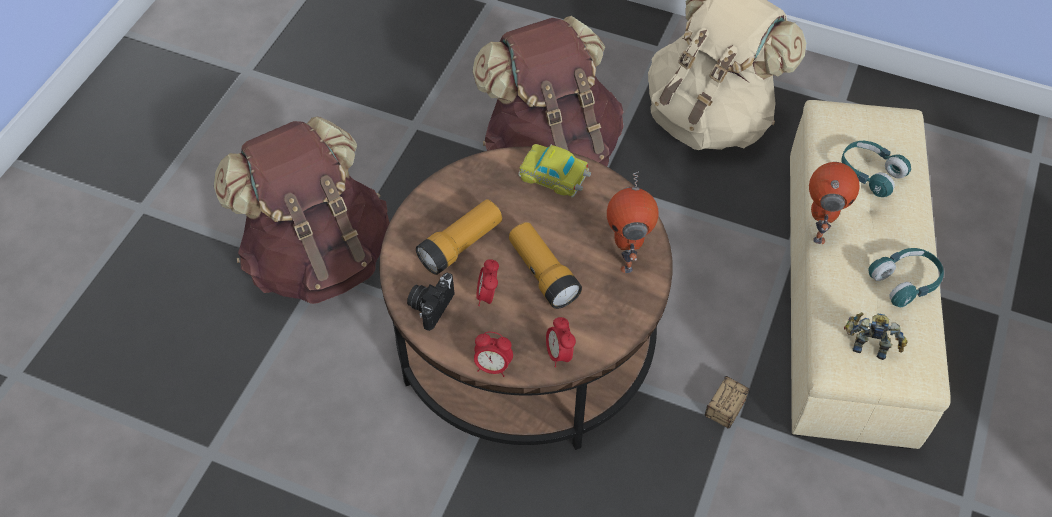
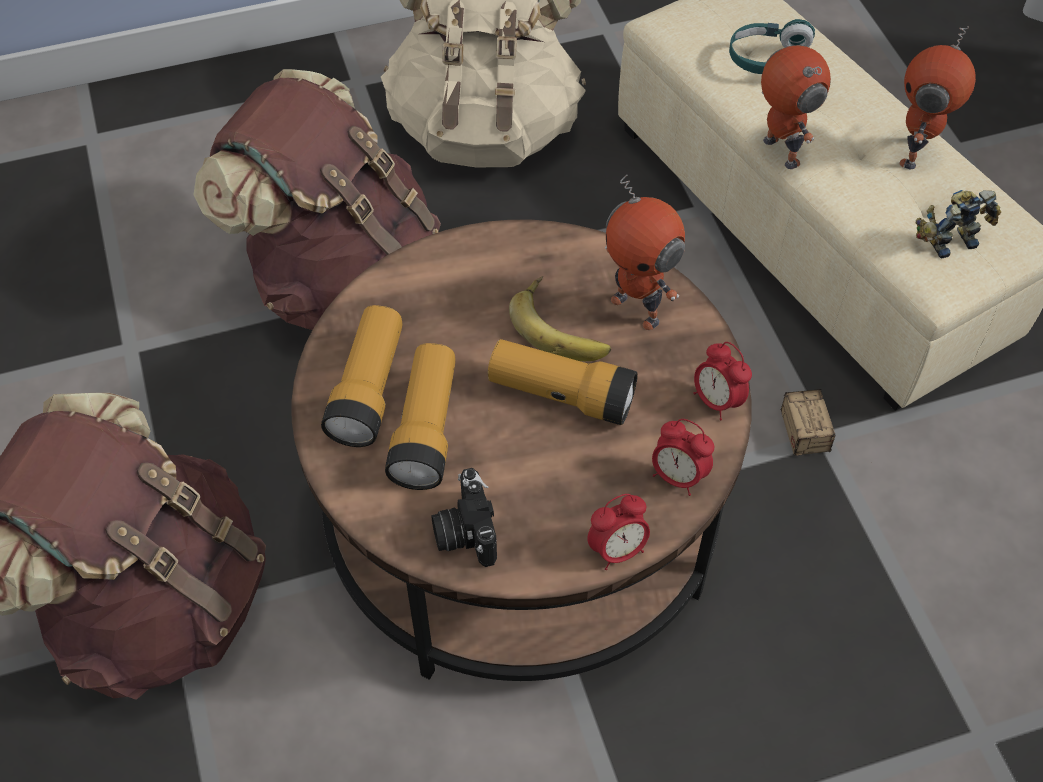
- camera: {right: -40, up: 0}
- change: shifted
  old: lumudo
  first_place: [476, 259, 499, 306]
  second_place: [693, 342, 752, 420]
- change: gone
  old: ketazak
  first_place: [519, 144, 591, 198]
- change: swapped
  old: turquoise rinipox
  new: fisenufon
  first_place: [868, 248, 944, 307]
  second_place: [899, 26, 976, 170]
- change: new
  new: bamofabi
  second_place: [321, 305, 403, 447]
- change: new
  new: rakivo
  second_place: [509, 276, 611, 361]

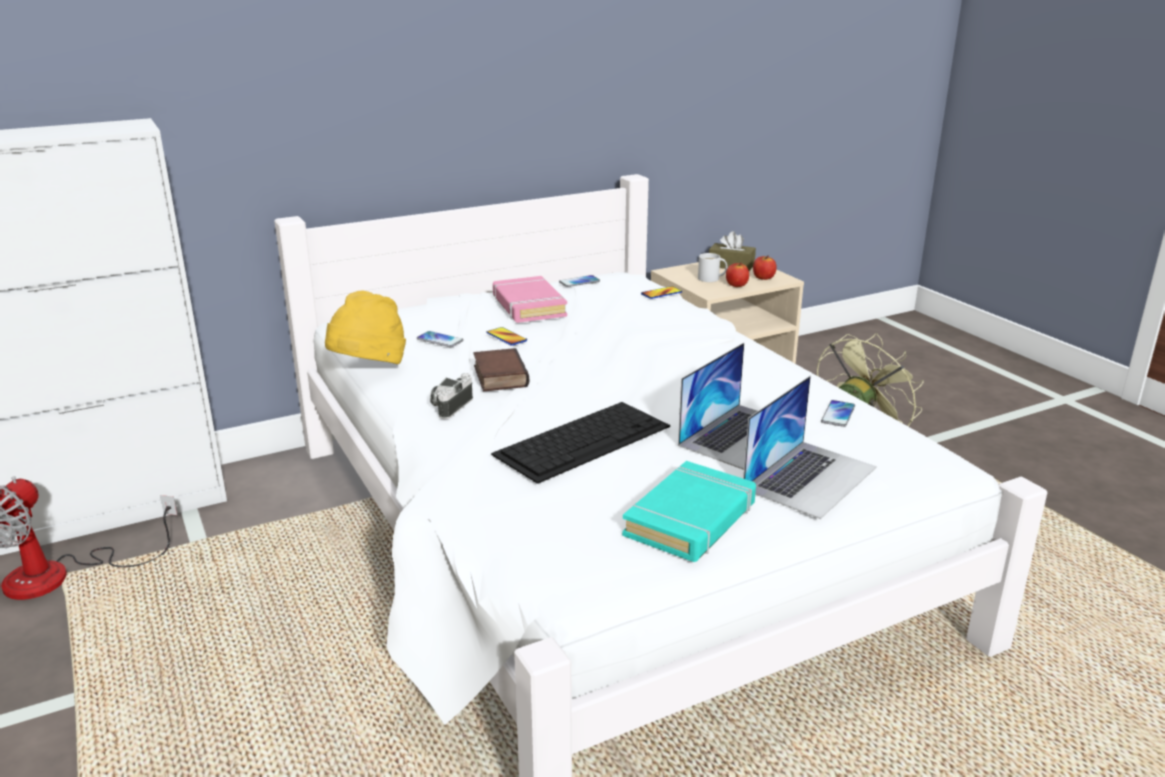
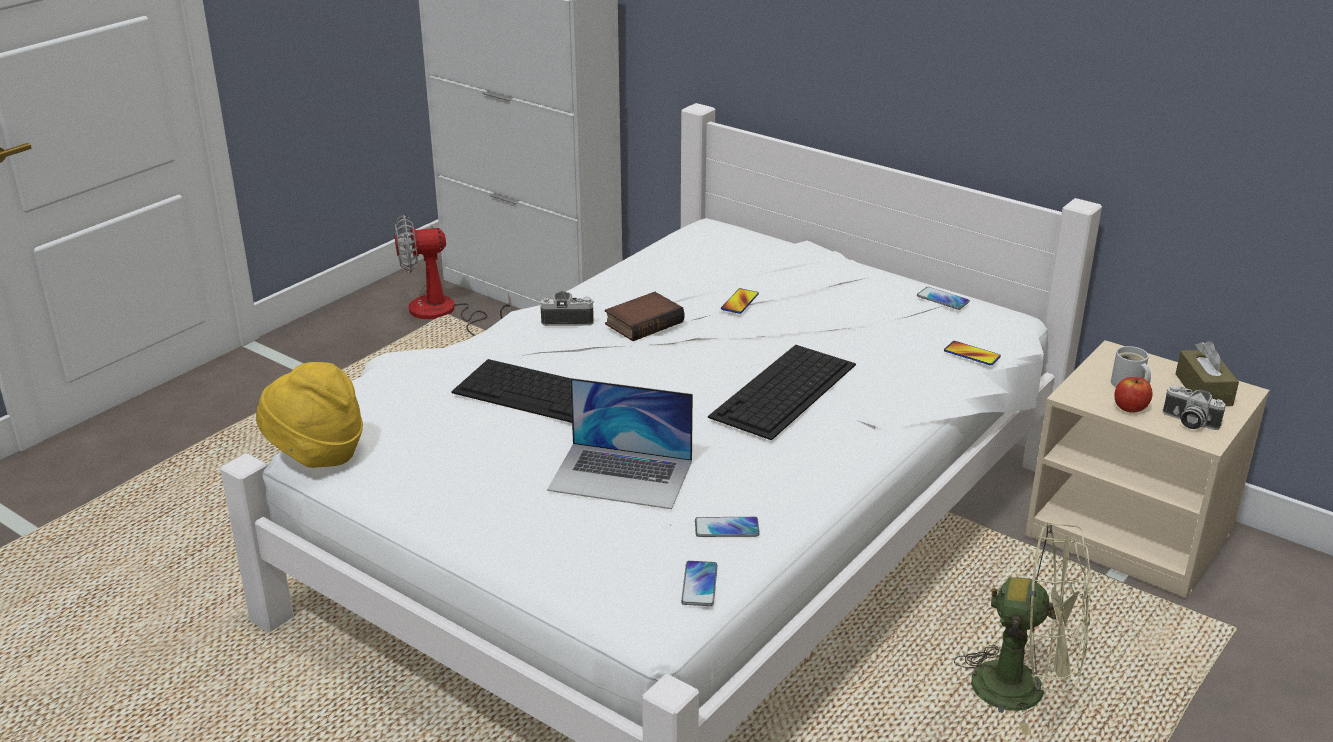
- camera: {right: 65, up: 5}
- change: shifted
  old: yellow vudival
  first_place: [325, 290, 406, 364]
  second_place: [256, 362, 363, 468]
- change: shifted
  old: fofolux
  first_place: [417, 331, 463, 347]
  second_place: [681, 561, 717, 606]
- change: gone
  old: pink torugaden
  first_place: [493, 276, 567, 323]
- change: gone
  old: turquoise torugaden
  first_place: [622, 461, 756, 562]
- change: gone
  old: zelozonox
  first_place: [743, 376, 877, 519]
- change: swapped
  old: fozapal
  new: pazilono
  first_place: [753, 255, 777, 280]
  second_place: [1163, 385, 1226, 430]
- change: new
  new: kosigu
  second_place: [708, 345, 856, 440]

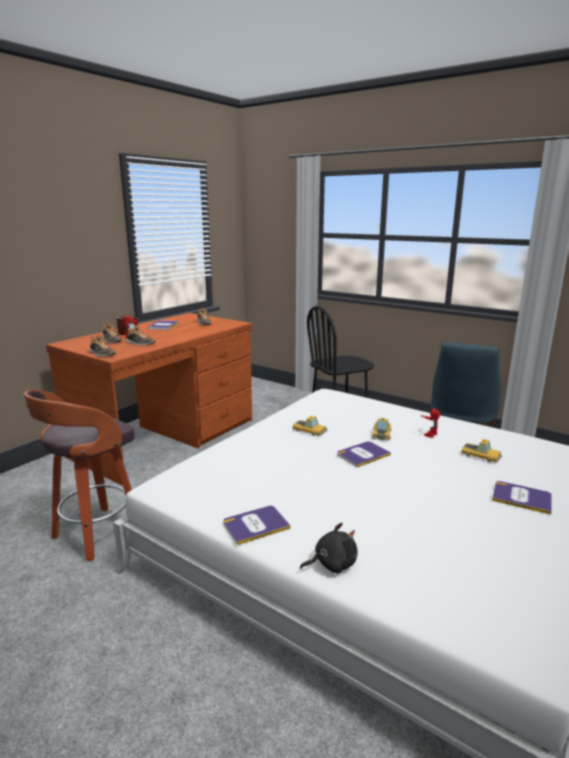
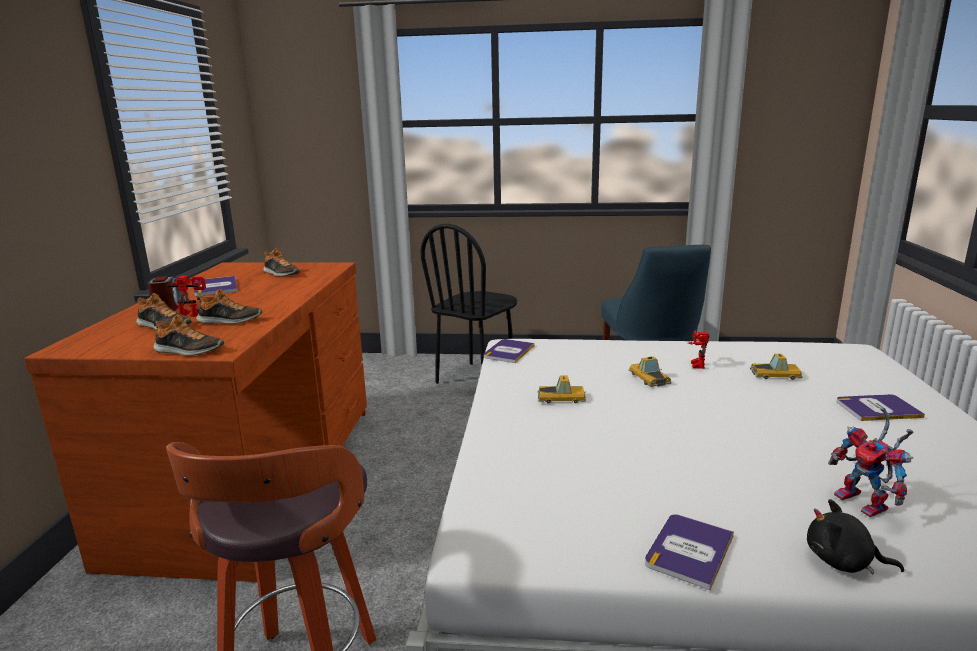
- camera: {right: -30, up: 0}
- change: rotated
  old: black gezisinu
  first_place: [300, 523, 358, 573]
  second_place: [807, 499, 904, 574]
  degrees: -105
- change: shifted
  old: torugaden
  first_place: [337, 441, 391, 467]
  second_place: [484, 339, 535, 363]
- change: new
  new: fisenufon
  second_place: [828, 407, 914, 517]

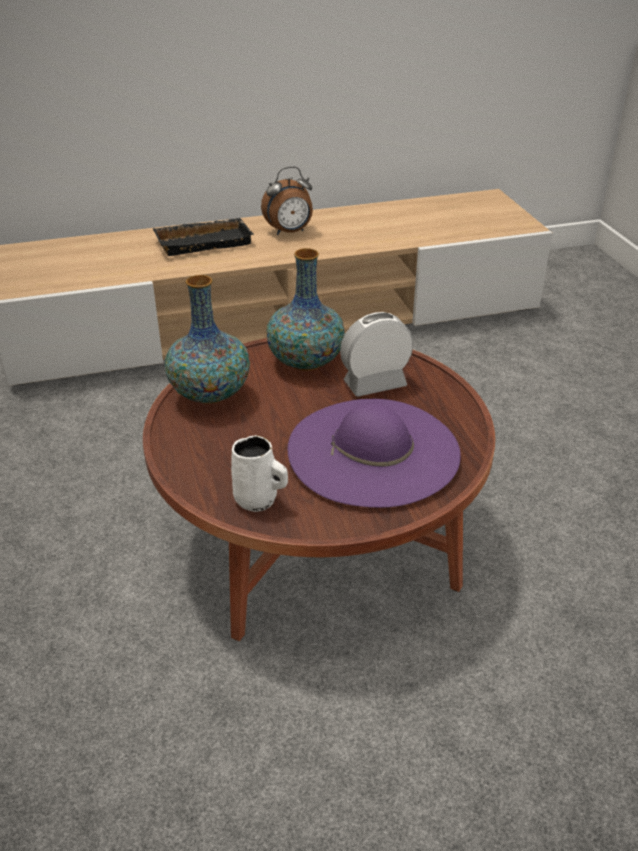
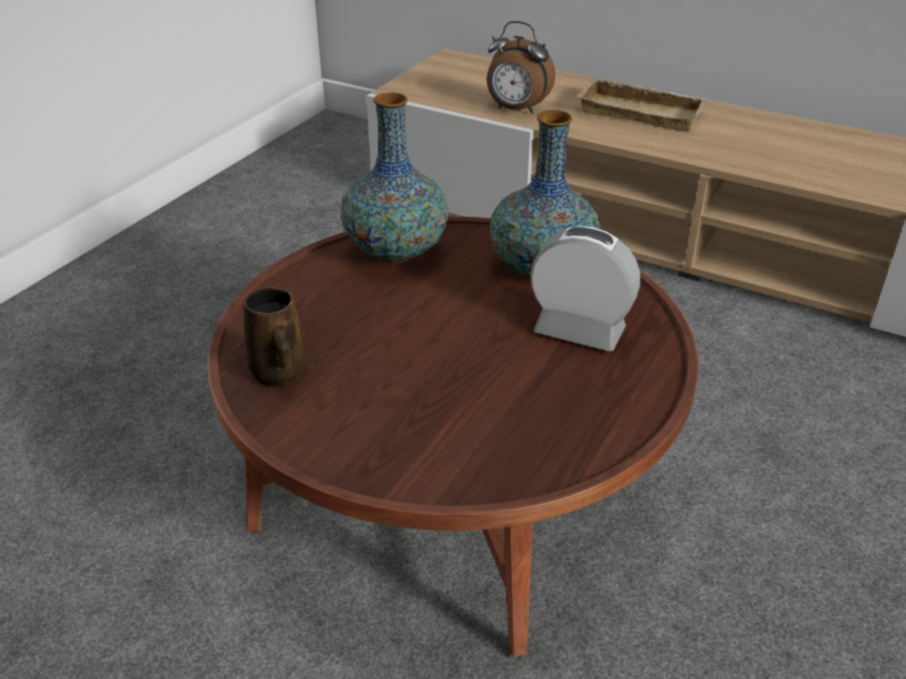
- camera: {right: 45, up: 0}
- change: repainted
  old: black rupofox
  new: beige rupofox
  first_place: [152, 218, 254, 256]
  second_place: [577, 77, 707, 131]
- change: repainted
  old: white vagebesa
  new: brown vagebesa
  first_place: [231, 435, 288, 512]
  second_place: [243, 287, 306, 387]
- change: shifted
  old: lumudo
  first_place: [261, 167, 313, 235]
  second_place: [487, 21, 555, 114]
- change: gone
  old: purple vudival
  first_place: [287, 399, 461, 508]

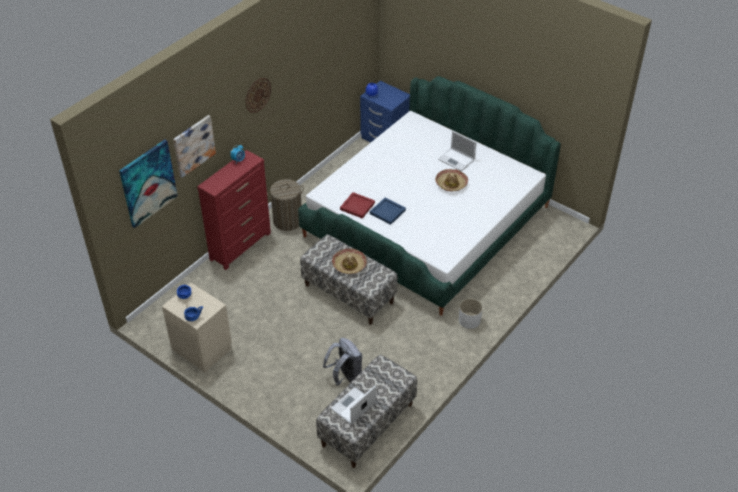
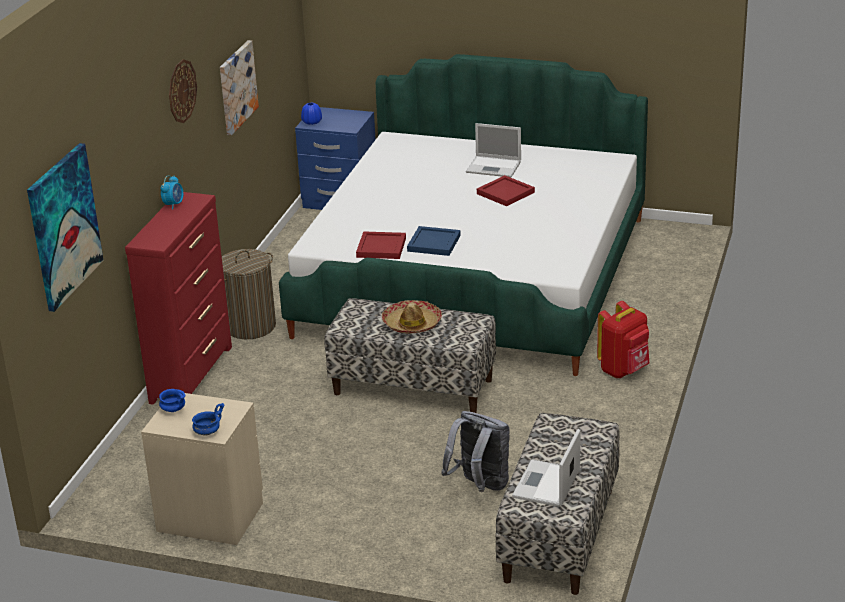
- camera: {right: -20, up: -15}
- change: shifted
  old: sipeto
  first_place: [173, 115, 216, 178]
  second_place: [220, 40, 259, 135]
- change: swapped
  old: vudival
  new: red rupofox
  first_place: [435, 169, 468, 192]
  second_place: [477, 175, 535, 206]
- change: swapped
  old: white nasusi
  new: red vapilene
  first_place: [459, 298, 483, 329]
  second_place: [597, 301, 649, 378]

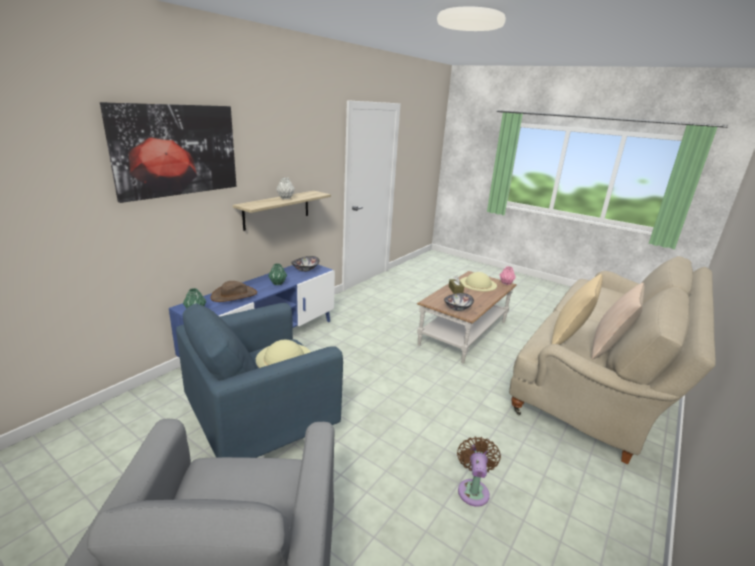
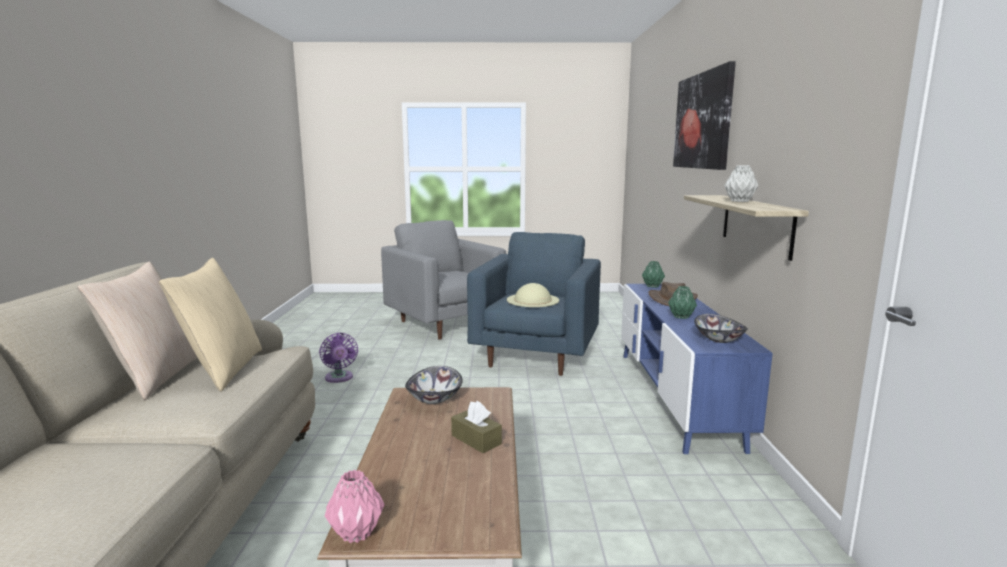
- camera: {right: 145, up: -10}
- change: repainted
  old: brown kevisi
  new: purple kevisi
  first_place: [457, 436, 501, 507]
  second_place: [319, 333, 358, 383]
- change: gone
  old: beige vudival
  first_place: [460, 272, 497, 292]

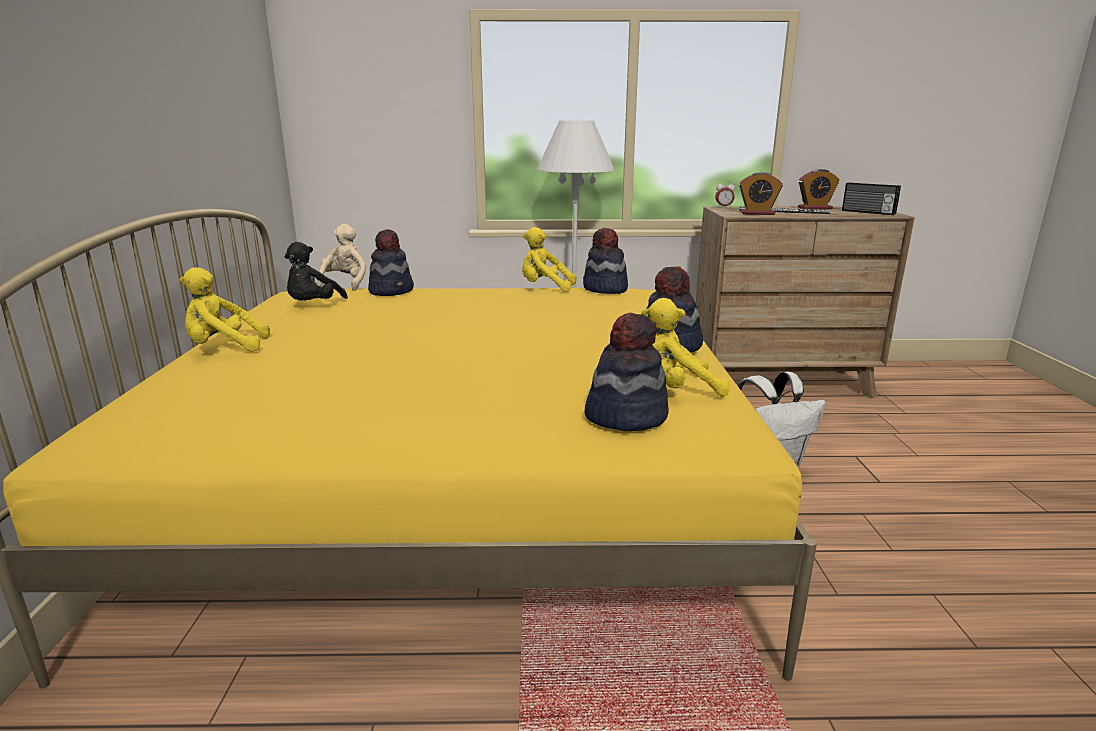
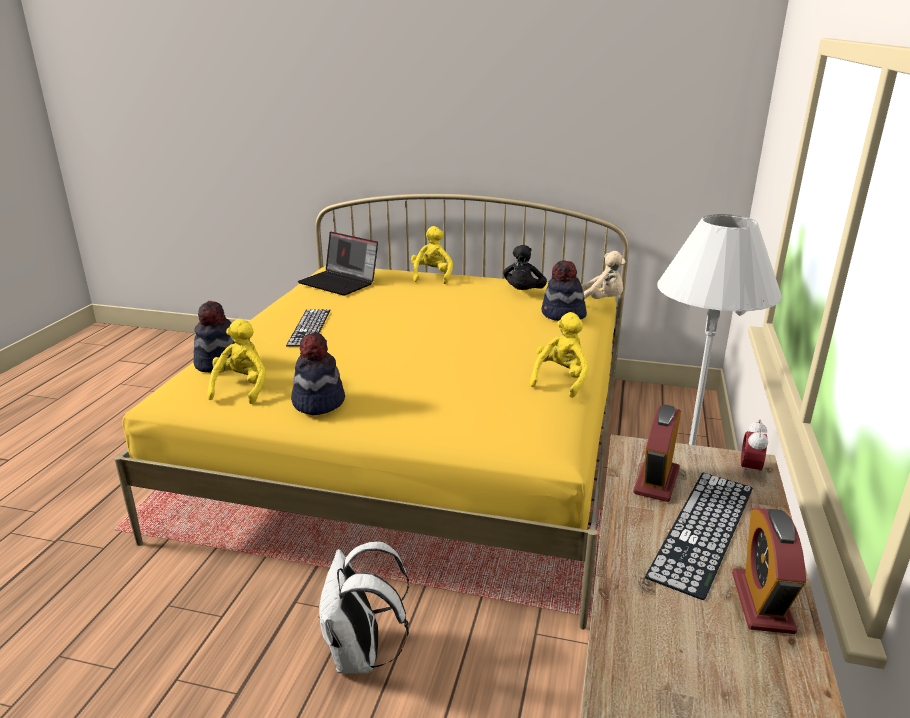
- camera: {right: 105, up: 5}
- change: rotated
  old: black gezisinu
  first_place: [284, 242, 348, 301]
  second_place: [503, 245, 547, 290]
  degrees: -105
- change: gone
  old: vudival
  first_place: [583, 228, 628, 294]
- change: gone
  old: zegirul
  first_place: [842, 182, 901, 215]
- change: new
  new: kosigu
  second_place: [286, 309, 330, 346]
- change: new
  new: zelozonox
  second_place: [298, 232, 378, 296]

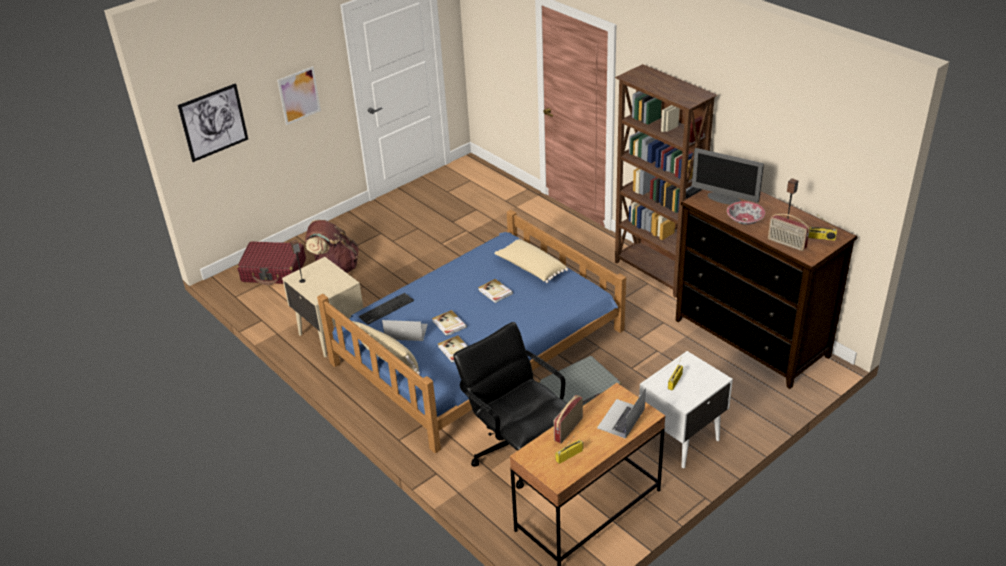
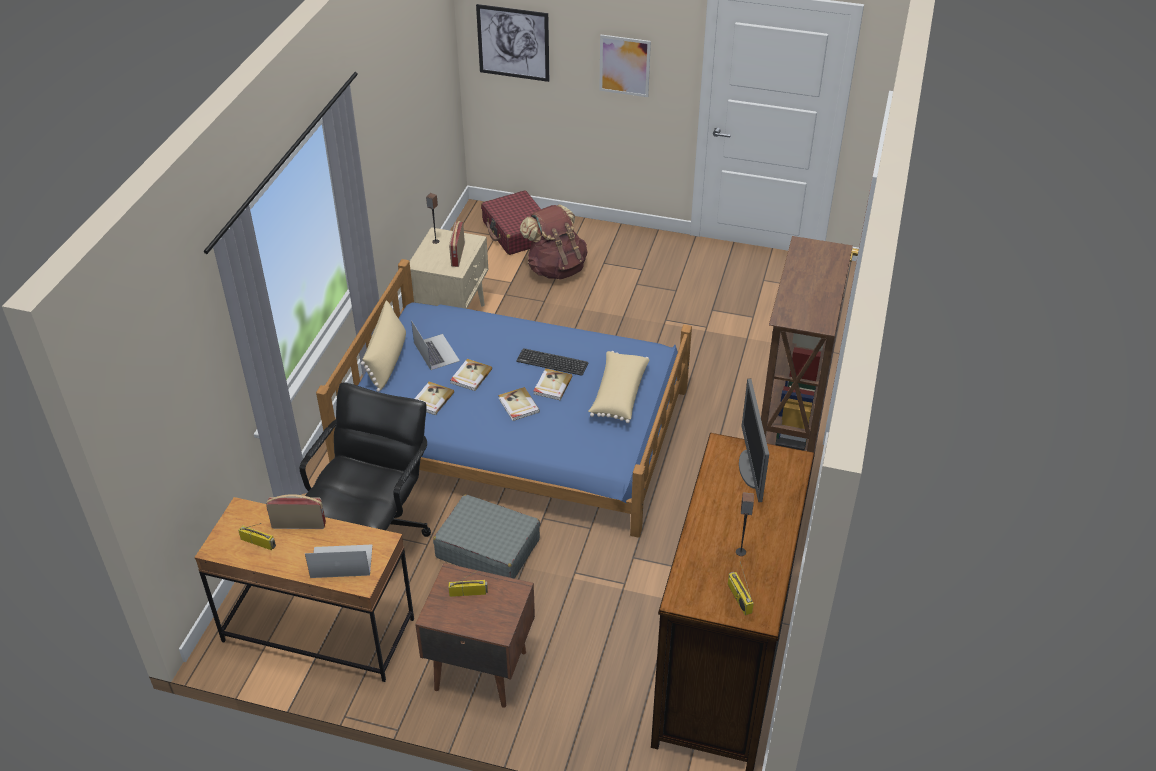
- camera: {right: 55, up: 5}
- change: shifted
  old: kosigu
  first_place: [359, 293, 414, 325]
  second_place: [516, 348, 588, 376]
- change: repainted
  old: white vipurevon
  new: brown vipurevon
  first_place: [639, 351, 733, 468]
  second_place: [415, 563, 535, 708]
- change: gone
  old: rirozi
  first_place: [727, 201, 765, 225]
- change: shifted
  old: zegirul
  first_place: [768, 214, 810, 251]
  second_place: [449, 221, 465, 267]
- change: new
  new: torugaden
  second_place: [498, 387, 540, 421]

